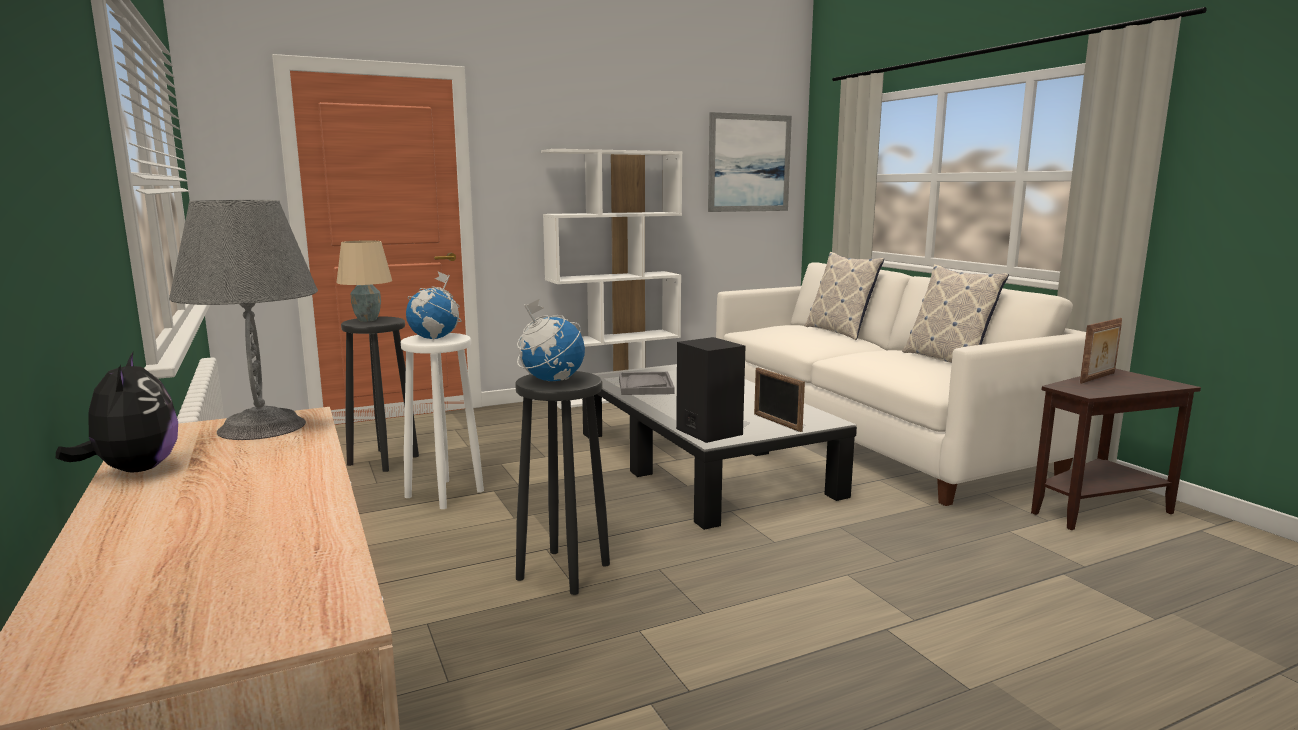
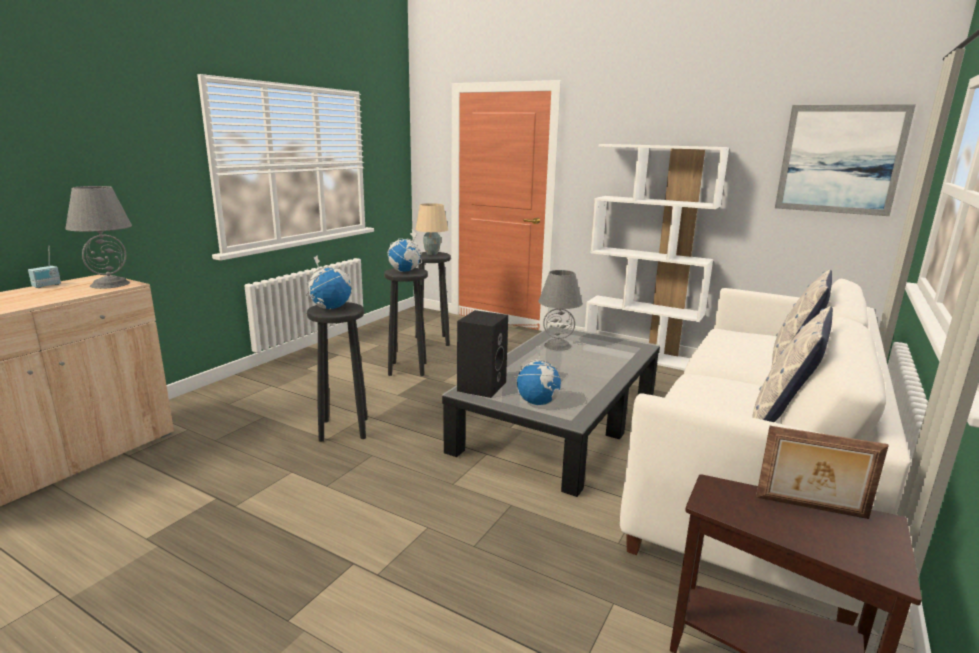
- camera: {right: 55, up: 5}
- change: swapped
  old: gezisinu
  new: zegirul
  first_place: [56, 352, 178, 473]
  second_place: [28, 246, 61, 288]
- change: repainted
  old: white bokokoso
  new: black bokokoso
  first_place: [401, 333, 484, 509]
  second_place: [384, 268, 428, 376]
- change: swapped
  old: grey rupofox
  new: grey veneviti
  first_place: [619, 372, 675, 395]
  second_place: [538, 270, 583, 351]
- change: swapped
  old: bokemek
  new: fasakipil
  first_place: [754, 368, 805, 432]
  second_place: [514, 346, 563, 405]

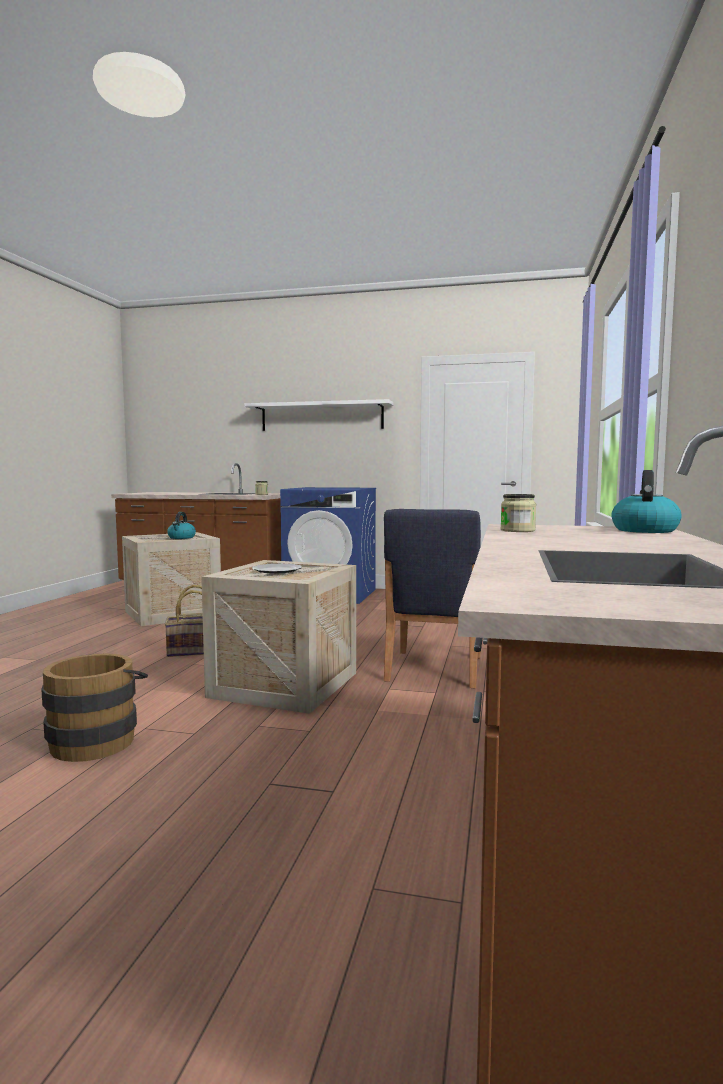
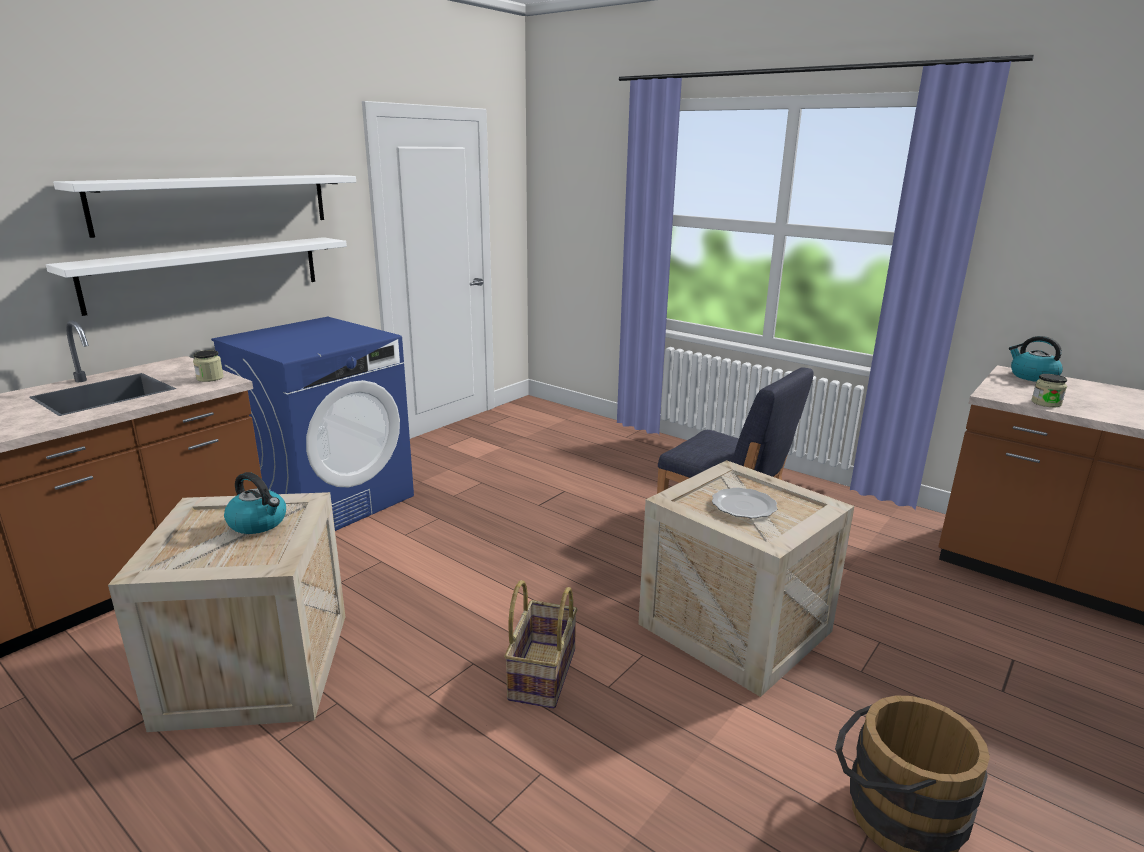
- camera: {right: -65, up: 15}
- change: new
  new: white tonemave
  second_place: [46, 237, 347, 316]

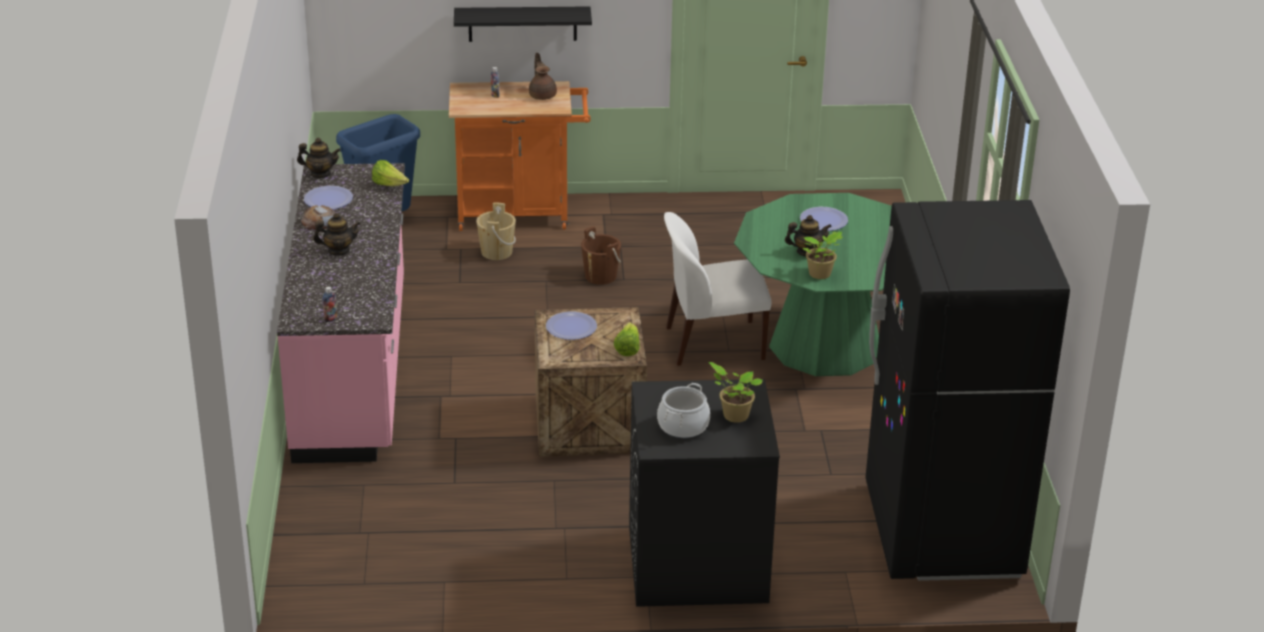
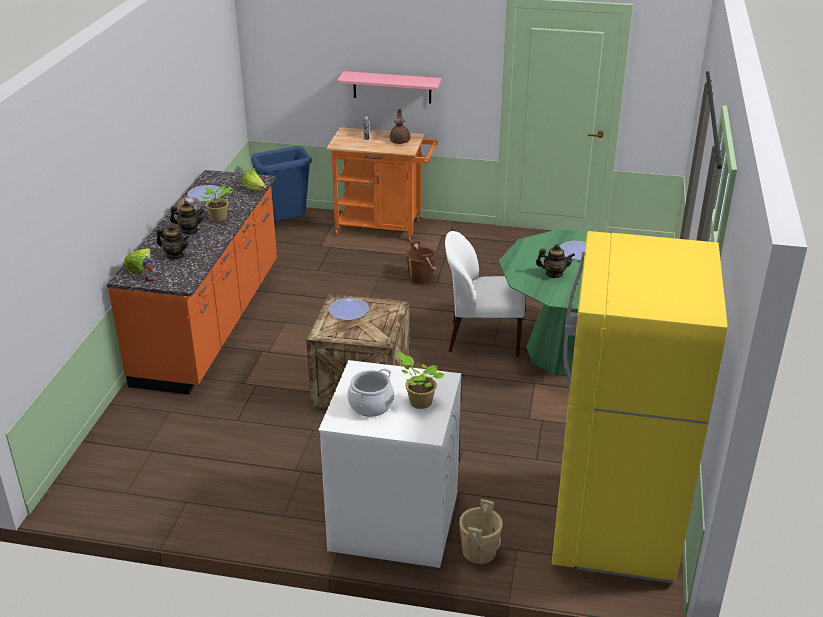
- camera: {right: 15, up: 0}
- change: repainted
  old: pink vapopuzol
  new: orange vapopuzol
  first_place: [277, 163, 405, 463]
  second_place: [107, 170, 277, 395]
- change: shifted
  old: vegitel
  first_place: [297, 138, 341, 178]
  second_place: [156, 225, 189, 259]
- change: repainted
  old: black tonemave
  new: pink tonemave
  first_place: [454, 6, 592, 42]
  second_place: [337, 71, 442, 104]
- change: shifted
  old: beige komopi
  first_place: [476, 203, 516, 260]
  second_place: [459, 499, 503, 564]
- change: shifted
  old: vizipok
  first_place: [614, 322, 640, 356]
  second_place: [124, 248, 151, 273]
- change: repainted
  old: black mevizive
  new: white mevizive
  first_place: [629, 379, 780, 607]
  second_place: [318, 360, 461, 568]
- change: shifted
  old: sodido
  first_place: [802, 231, 843, 279]
  second_place: [201, 186, 233, 222]
- change: repainted
  old: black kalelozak
  new: yellow kalelozak
  first_place: [865, 200, 1070, 581]
  second_place: [552, 231, 727, 583]

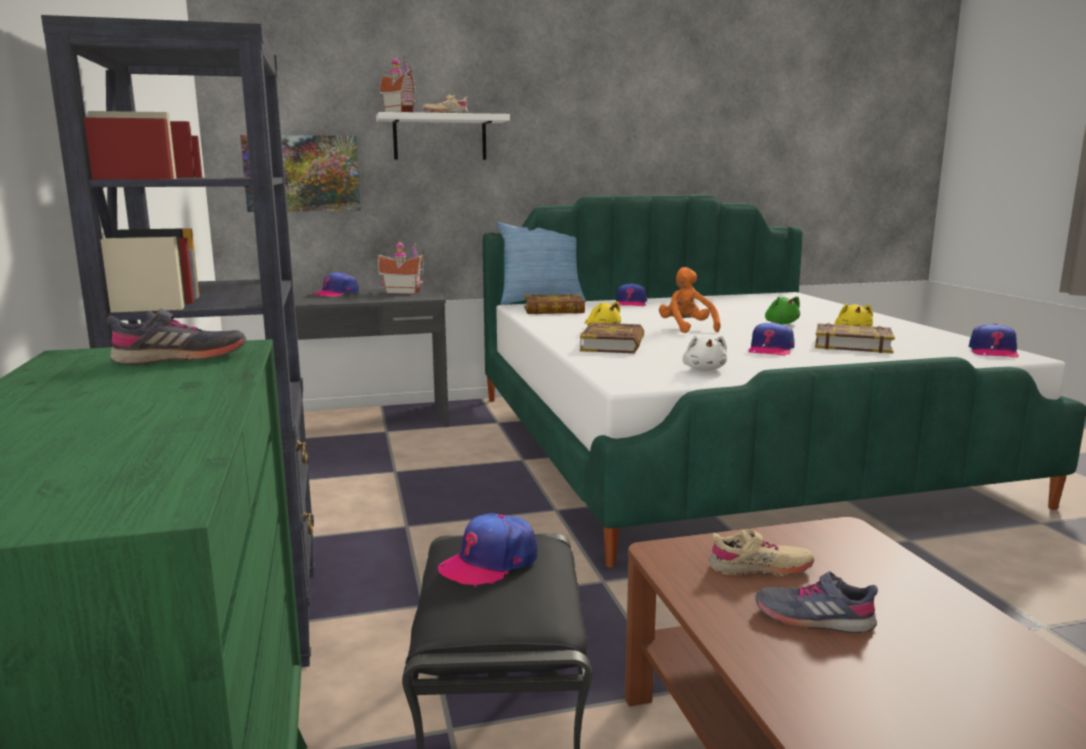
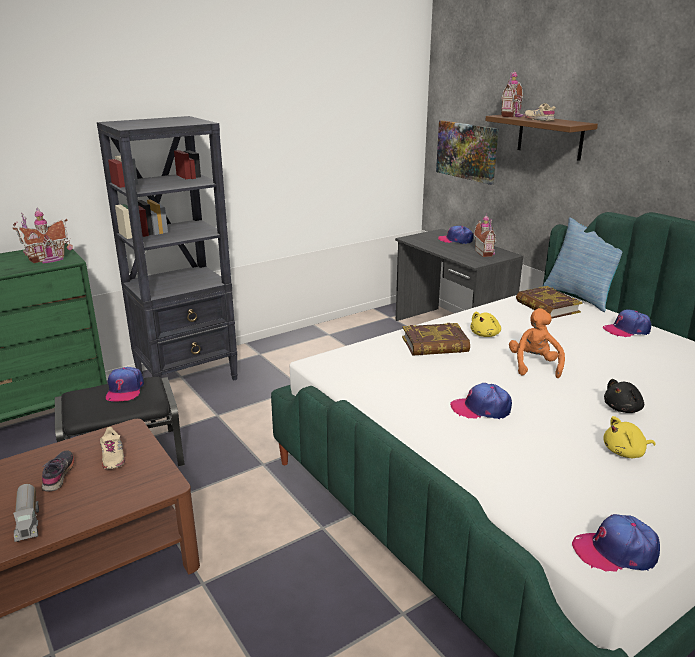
- camera: {right: 70, up: 10}
- change: swapped
  old: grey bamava
  new: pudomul
  first_place: [106, 309, 247, 365]
  second_place: [13, 207, 73, 264]
- change: repainted
  old: white tonemave
  new: brown tonemave
  first_place: [376, 112, 510, 160]
  second_place: [485, 115, 598, 161]
- change: rotated
  old: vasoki
  first_place: [438, 513, 537, 587]
  second_place: [106, 367, 144, 402]
  degrees: -120
- change: rotated
  old: orange gezisinu
  first_place: [659, 267, 721, 333]
  second_place: [509, 308, 565, 378]
  degrees: -45
- change: gone
  old: white gezisinu
  first_place: [682, 335, 727, 371]
- change: repainted
  old: green gezisinu
  new: black gezisinu
  first_place: [765, 296, 800, 324]
  second_place: [604, 379, 644, 413]
- change: gone
  old: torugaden
  first_place: [815, 323, 895, 353]
- change: new
  new: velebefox
  second_place: [13, 484, 39, 542]

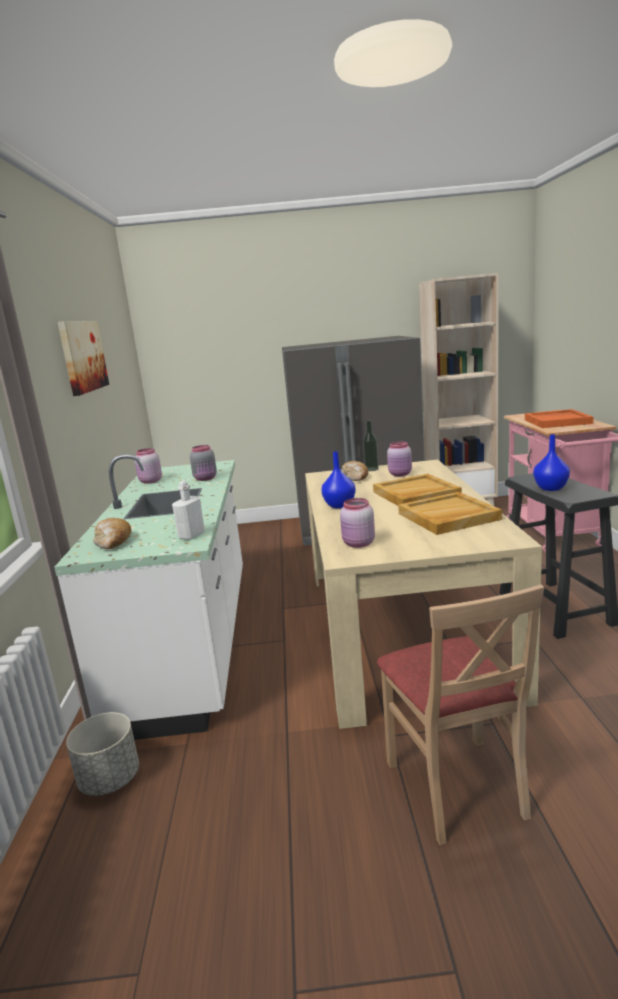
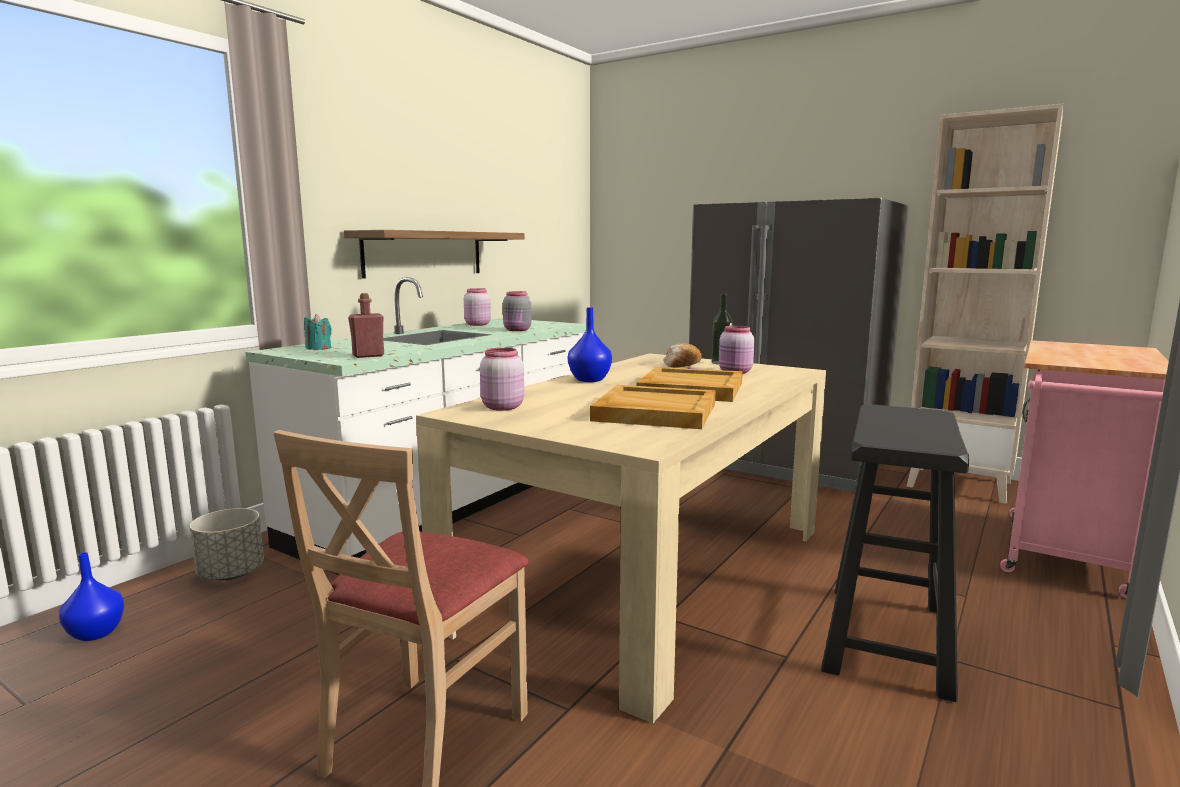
- camera: {right: 35, up: -5}
- change: gone
  old: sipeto
  first_place: [58, 321, 109, 396]
- change: swapped
  old: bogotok
  new: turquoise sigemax
  first_place: [93, 518, 132, 549]
  second_place: [304, 314, 332, 350]
- change: repainted
  old: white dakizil
  new: red dakizil
  first_place: [172, 481, 205, 540]
  second_place: [348, 293, 384, 358]
- change: gone
  old: orange rupofox
  first_place: [525, 409, 593, 428]
- change: shifted
  old: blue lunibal
  first_place: [533, 434, 570, 491]
  second_place: [59, 552, 124, 641]
- change: new
  new: tonemave
  second_place: [344, 230, 525, 279]

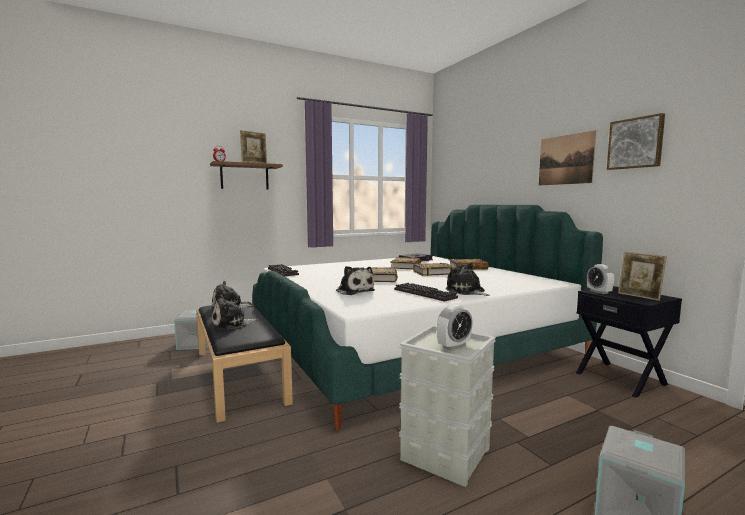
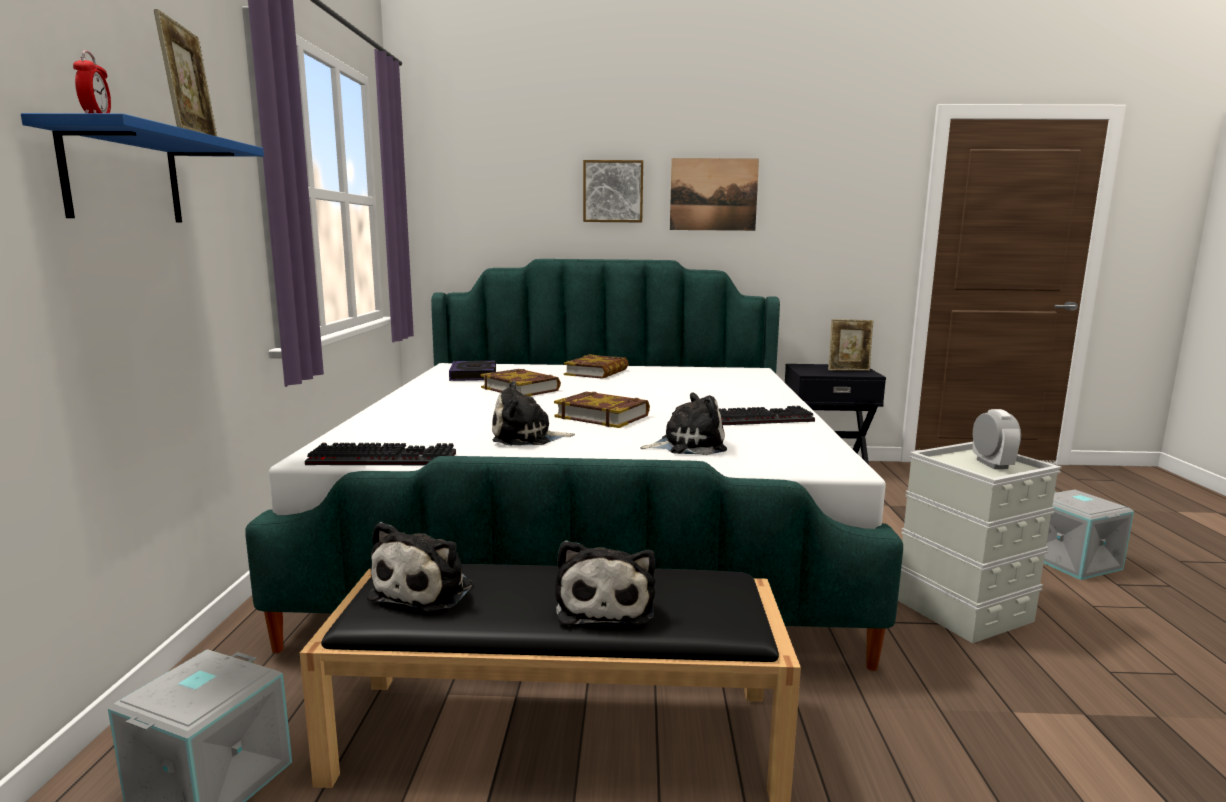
- camera: {right: -60, up: 5}
- change: repainted
  old: brown tonemave
  new: blue tonemave
  first_place: [210, 161, 283, 189]
  second_place: [21, 113, 264, 223]
- change: gone
  old: torugaden
  first_place: [413, 263, 455, 276]
- change: shifted
  old: gezisinu
  first_place: [445, 262, 490, 296]
  second_place: [492, 381, 575, 445]
- change: gone
  old: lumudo
  first_place: [587, 264, 614, 294]
- change: shifted
  old: sipeto
  first_place: [607, 113, 665, 170]
  second_place: [583, 160, 643, 222]

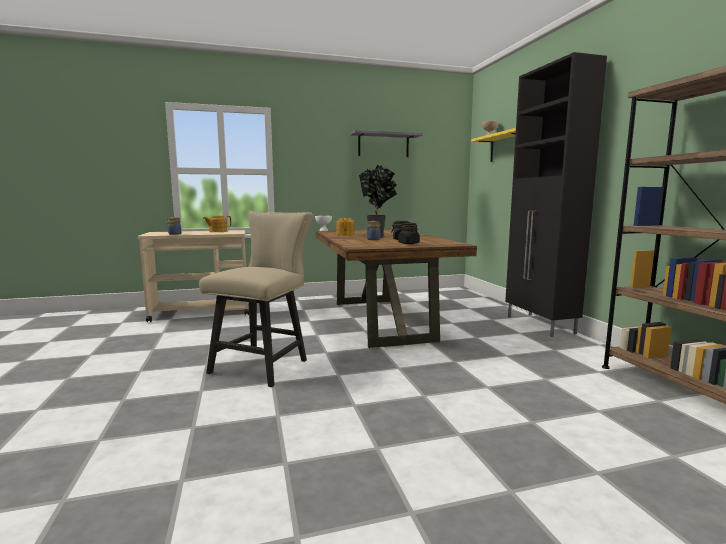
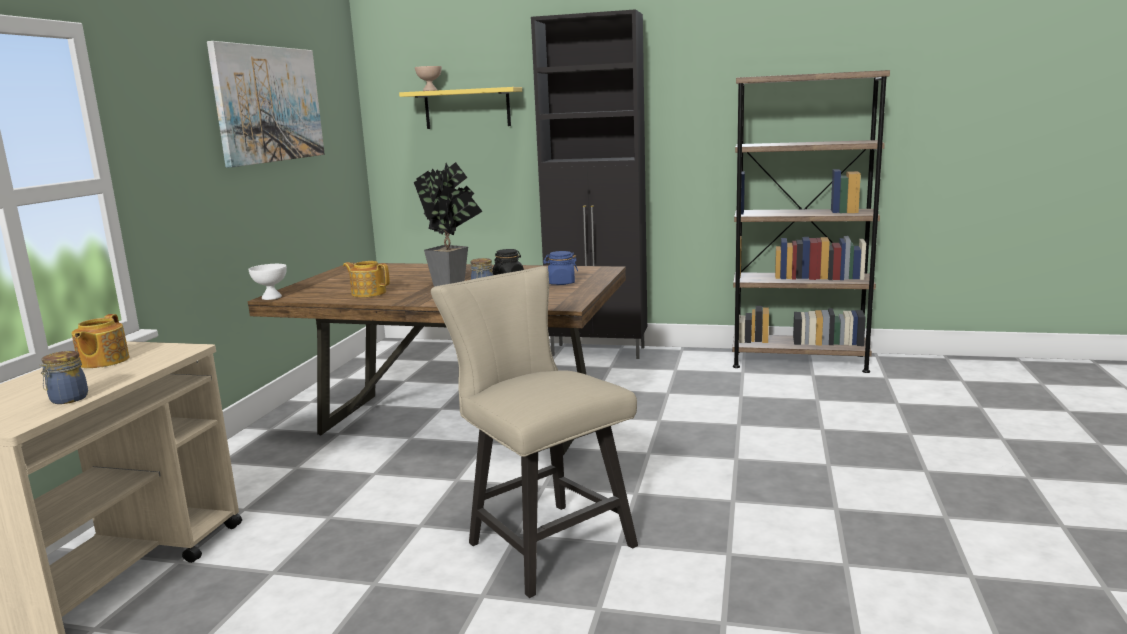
- camera: {right: -60, up: 5}
- change: swapped
  old: grey tonemave
  new: sipeto
  first_place: [350, 130, 423, 157]
  second_place: [207, 41, 325, 168]
- change: repainted
  old: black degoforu
  new: blue degoforu
  first_place: [398, 223, 420, 244]
  second_place: [543, 251, 578, 285]

